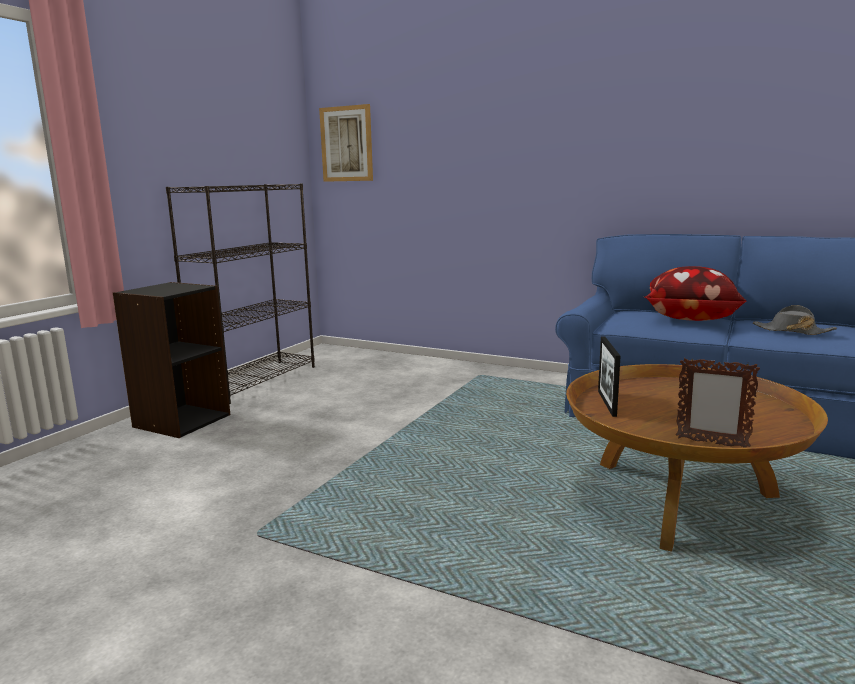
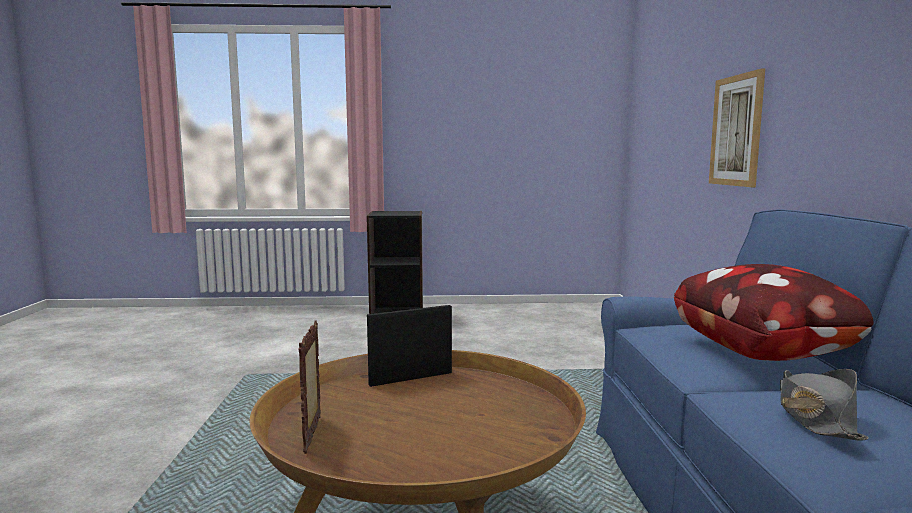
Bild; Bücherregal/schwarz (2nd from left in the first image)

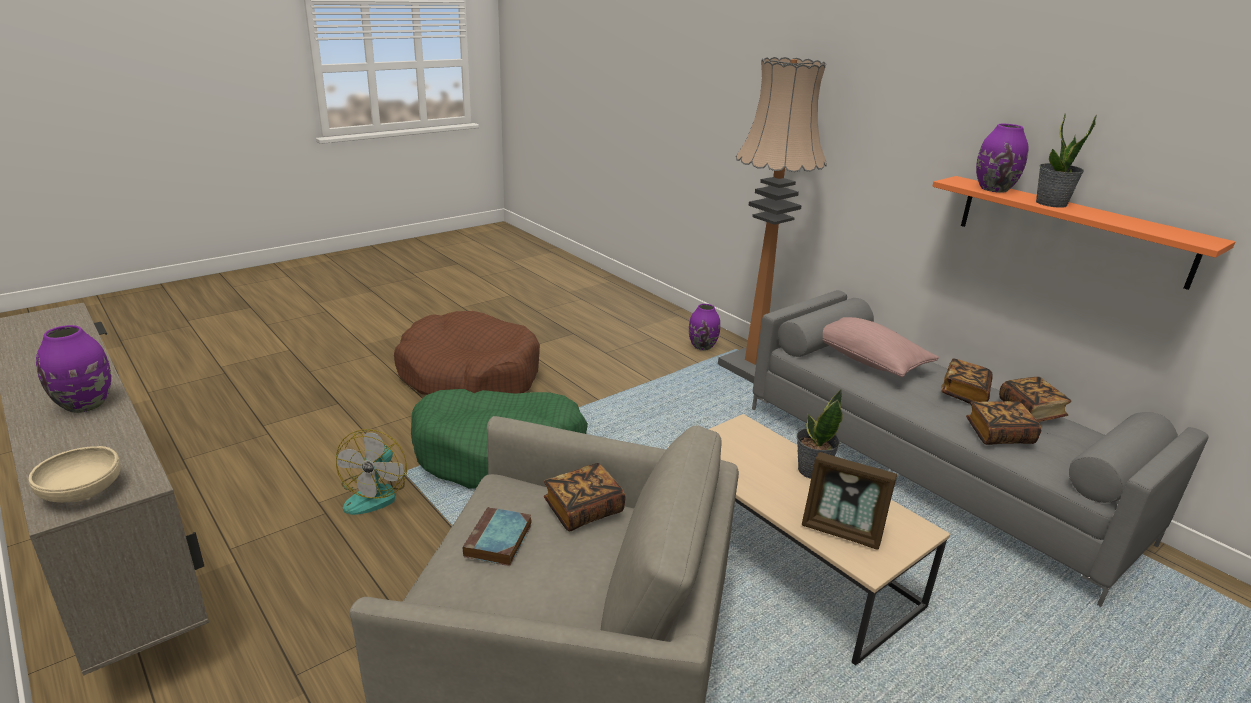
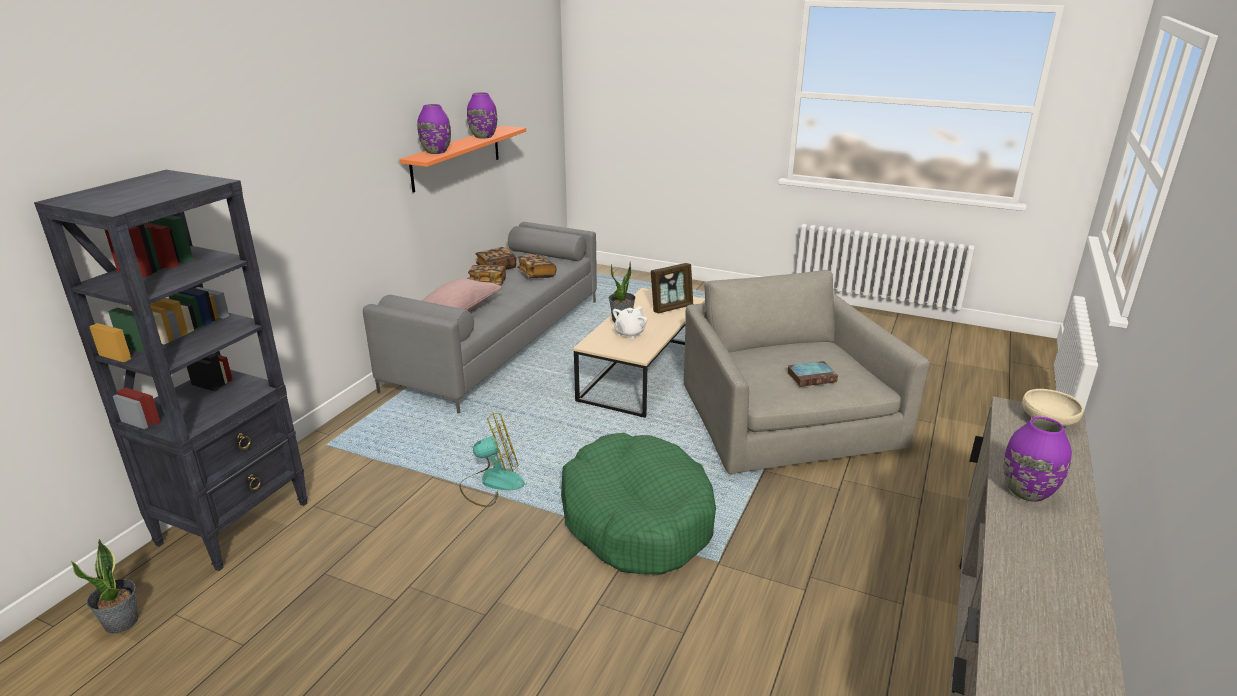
Stehlampe; Topfpflanze (1st from left); Vase/lila (2nd from left); Hundebett/braun; Ventilator; Bilderrahmen; Buch (2nd from left in the first image); Bücherregal/schwarz; Teekanne/weiß

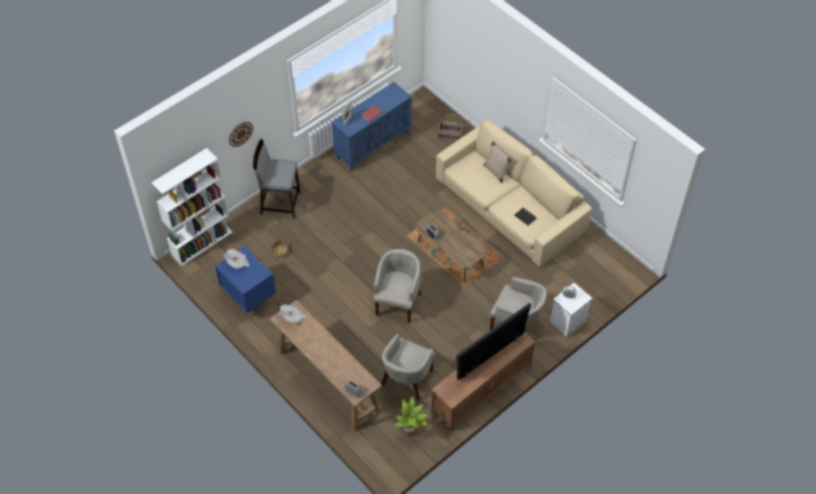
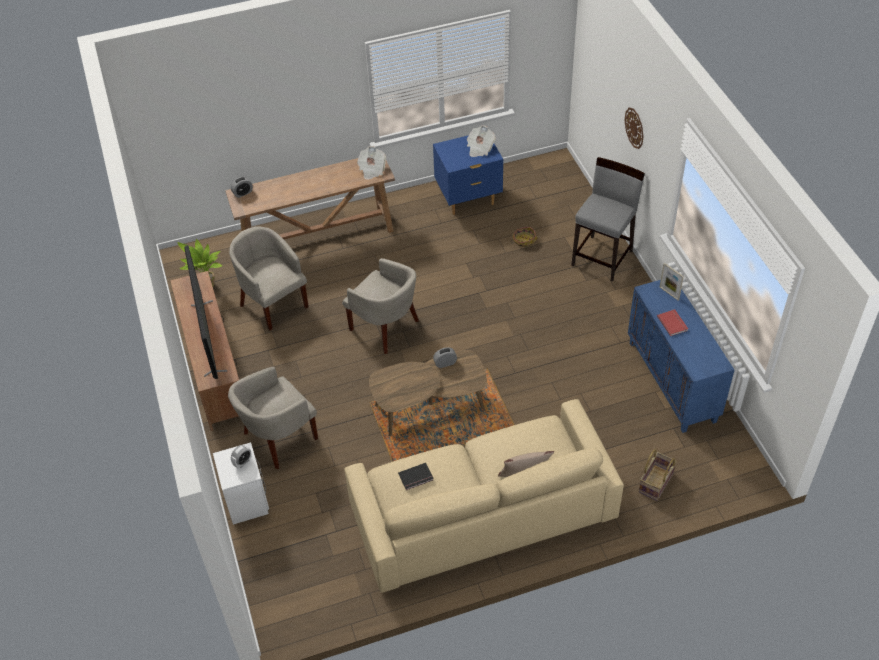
Bücherregal/weiß

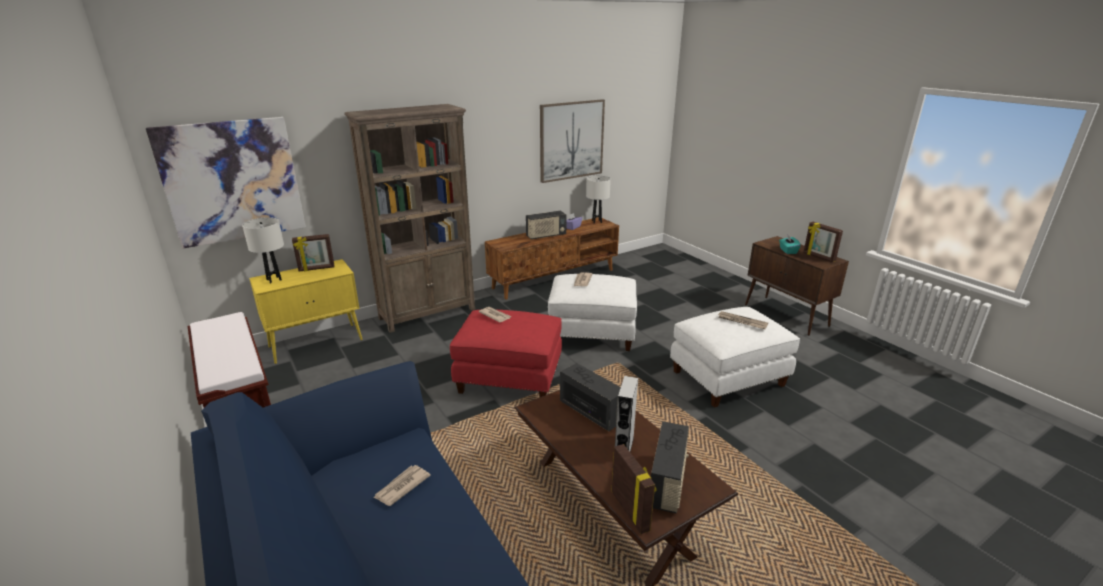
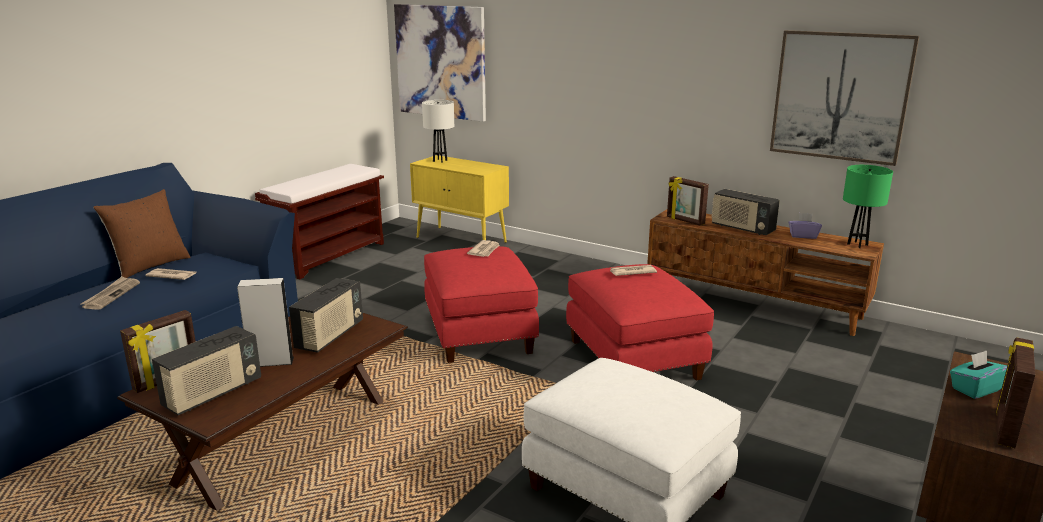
Bücherregal/braun; Tischlampe/grün; Bilderrahmen (2nd from left); Polsterhocker/rot (2nd from left); Zeitung (1st from left); Radio (1st from left); Kissen/braun

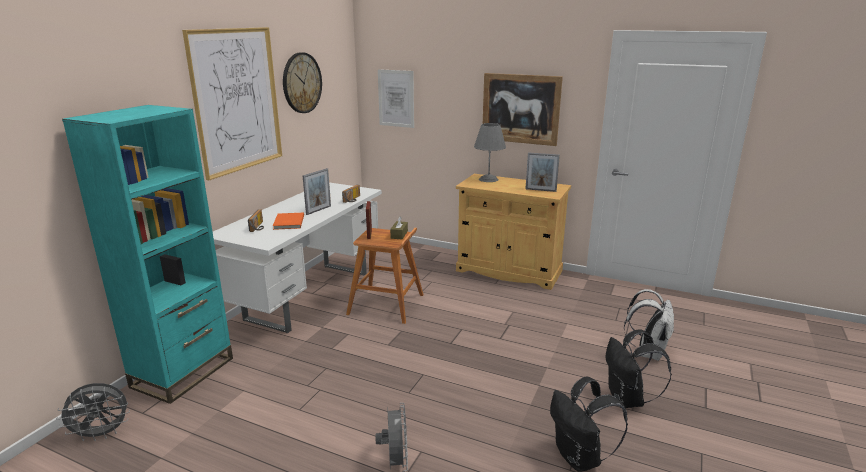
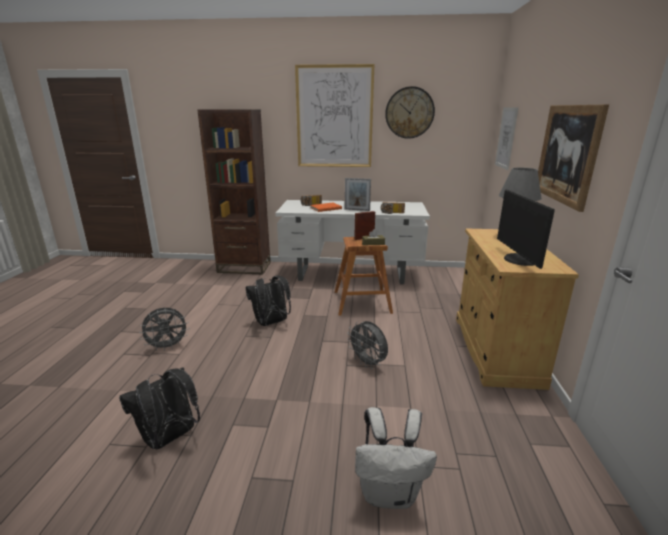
Bücherregal/braun; Monitor; Rucksack/schwarz (2nd from left); Ventilator/grau (2nd from left)

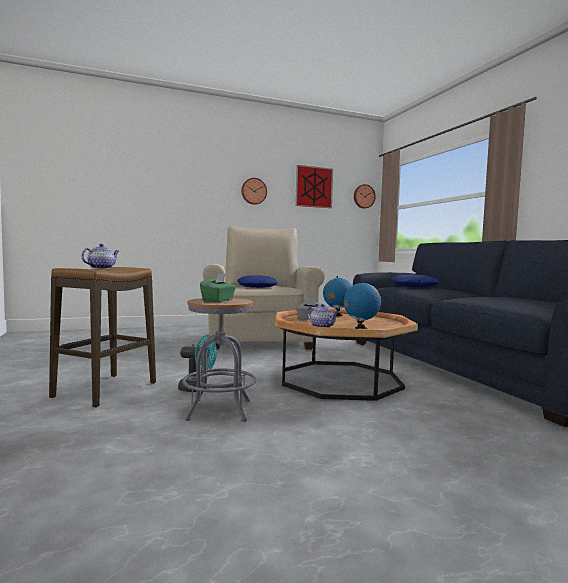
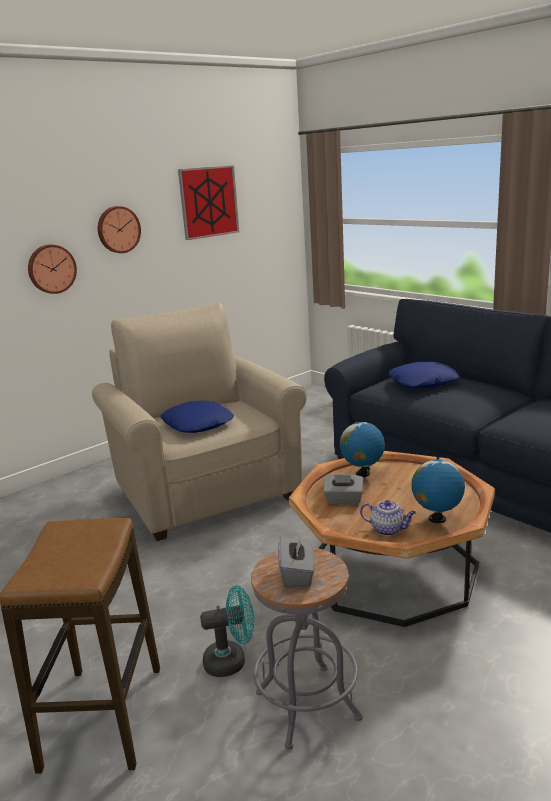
Wanduhr (1st from left); Teekanne (1st from left in the first image); Taschentuchbox/grau (1st from left)

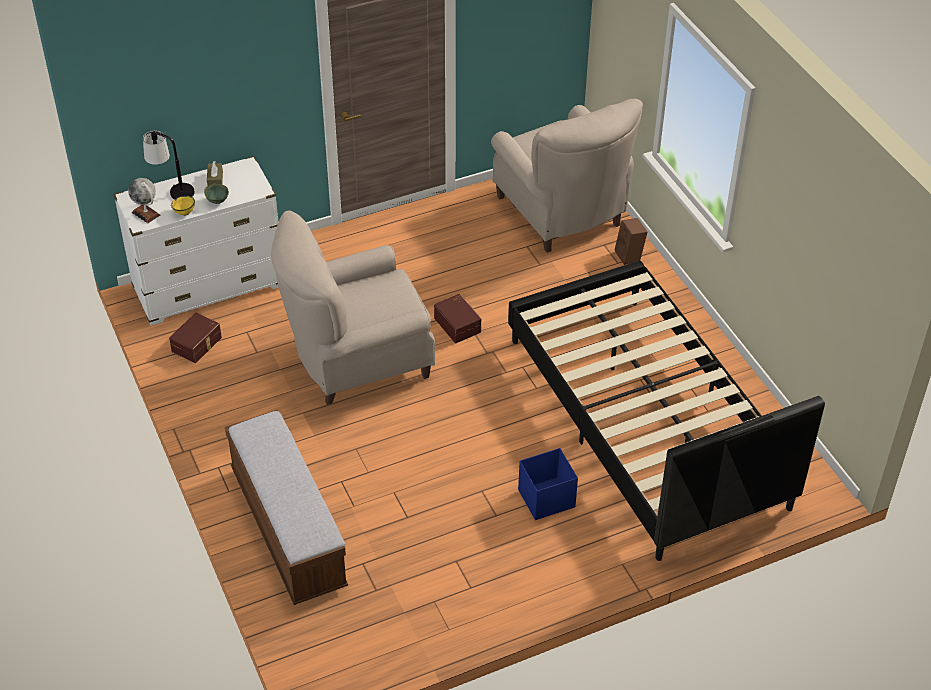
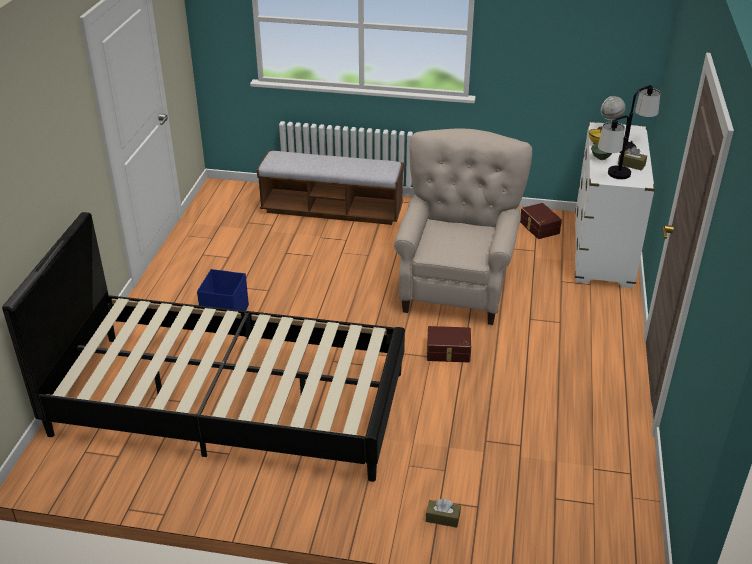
Sessel/beige (2nd from left in the first image); Taschentuchbox/braun (1st from left); Tischlampe (1st from left)

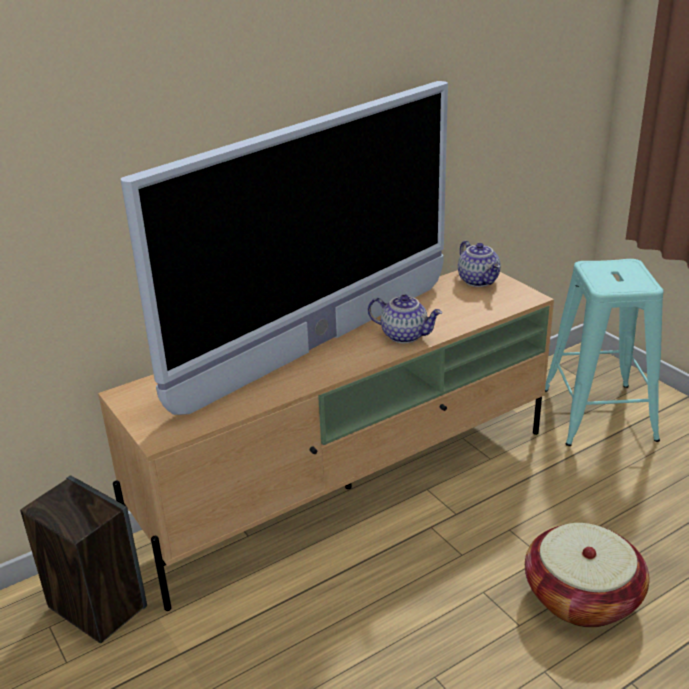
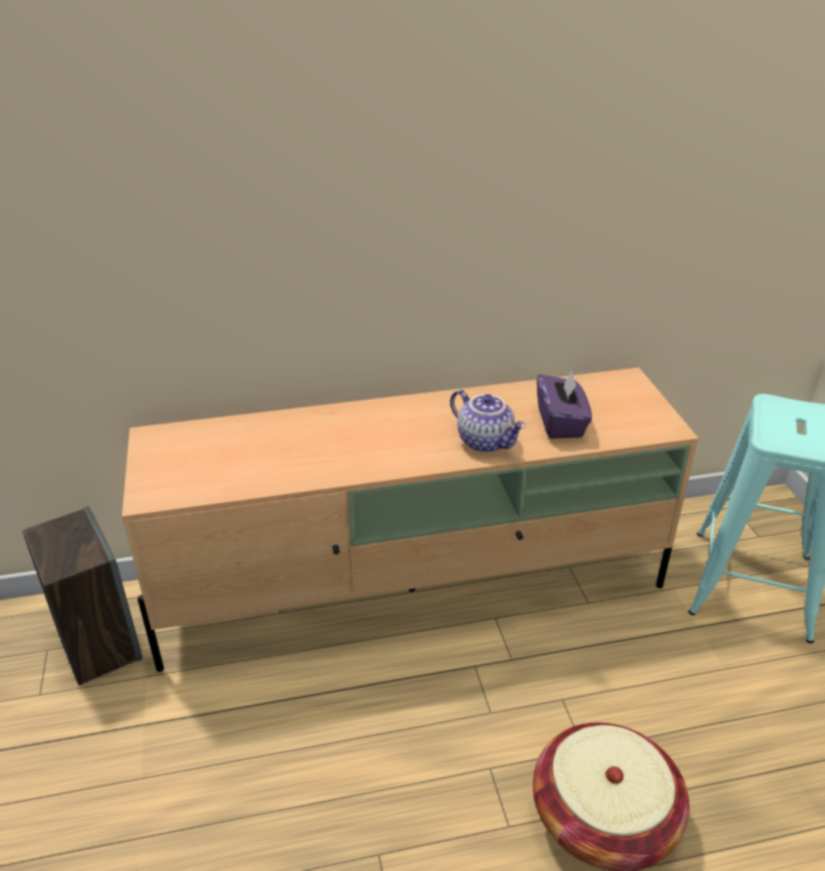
Fernseher; Teekanne (2nd from left in the first image); Taschentuchbox/lila

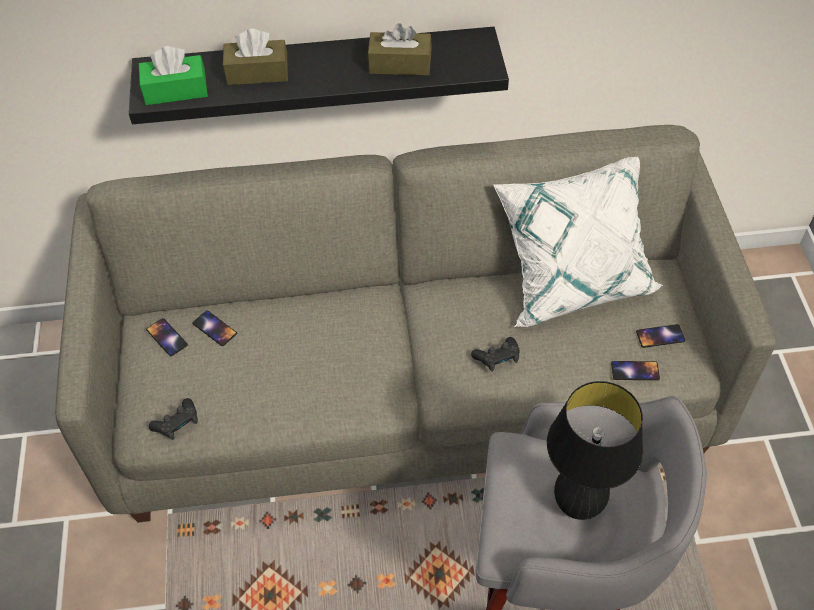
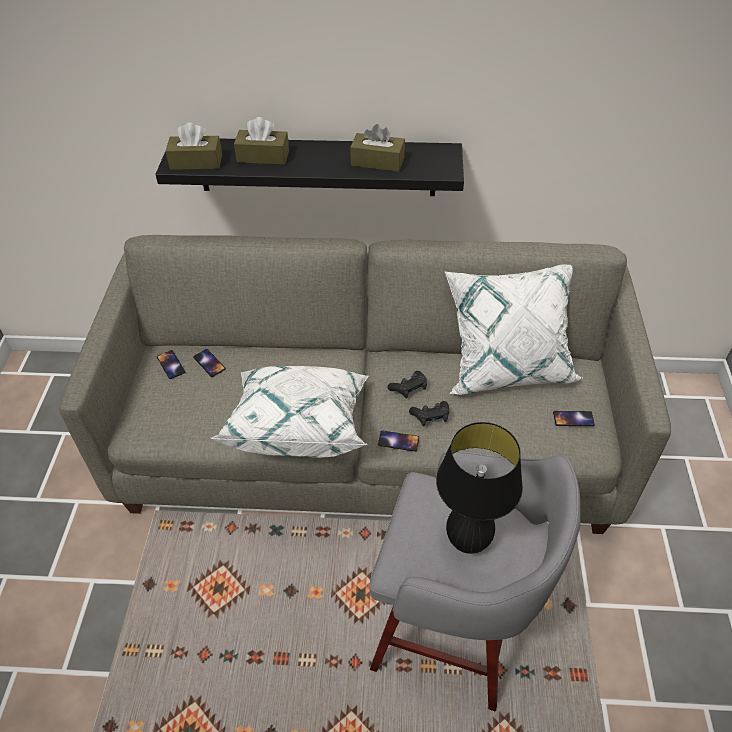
Taschentuchbox/braun (1st from left); Handy (3rd from left); Gamepad/schwarz (1st from left); Kissen/weiß (1st from left)

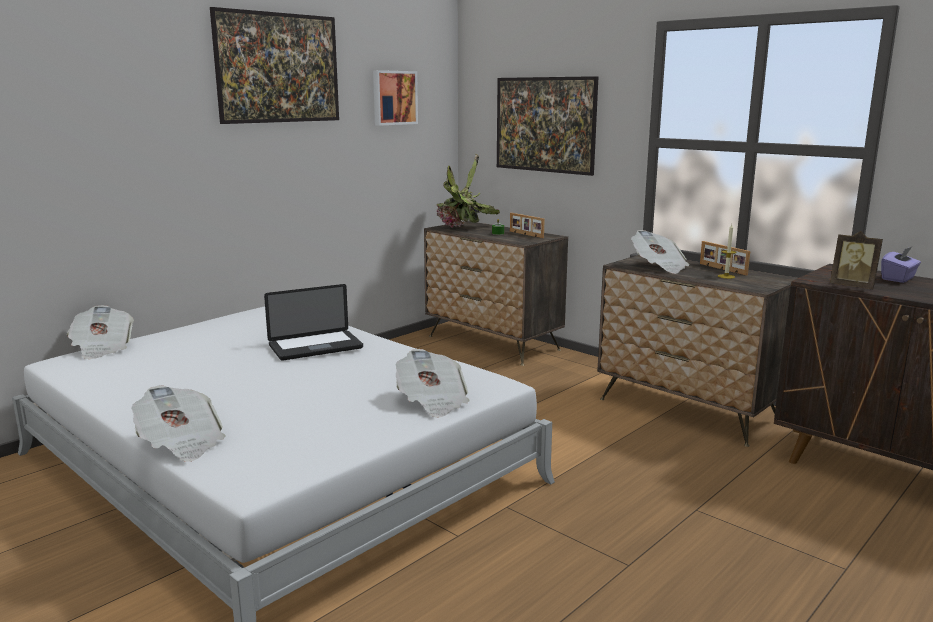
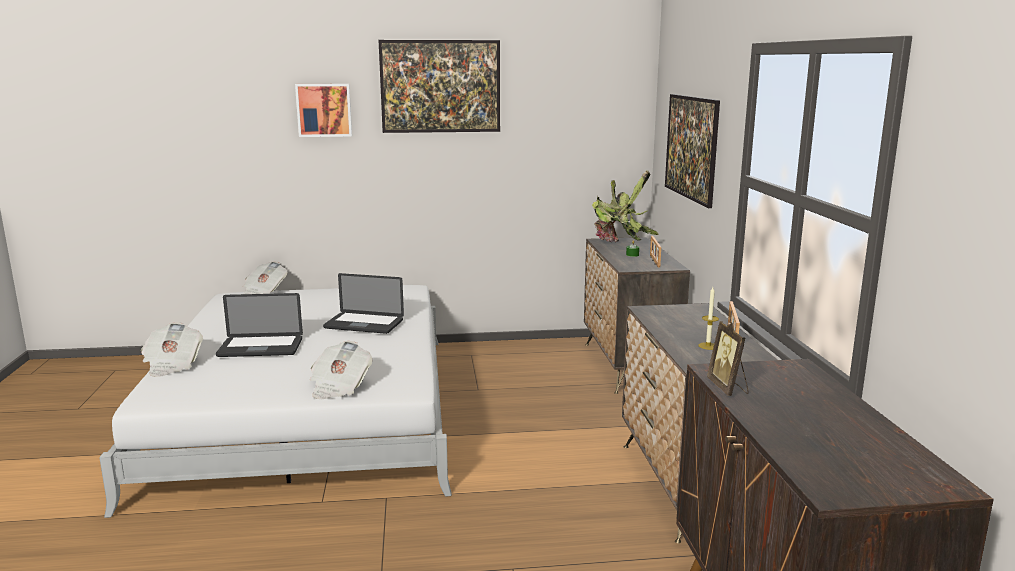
Bild (1st from left); Zeitung (4th from left in the first image); Taschentuchbox/lila; Laptop (1st from left)

